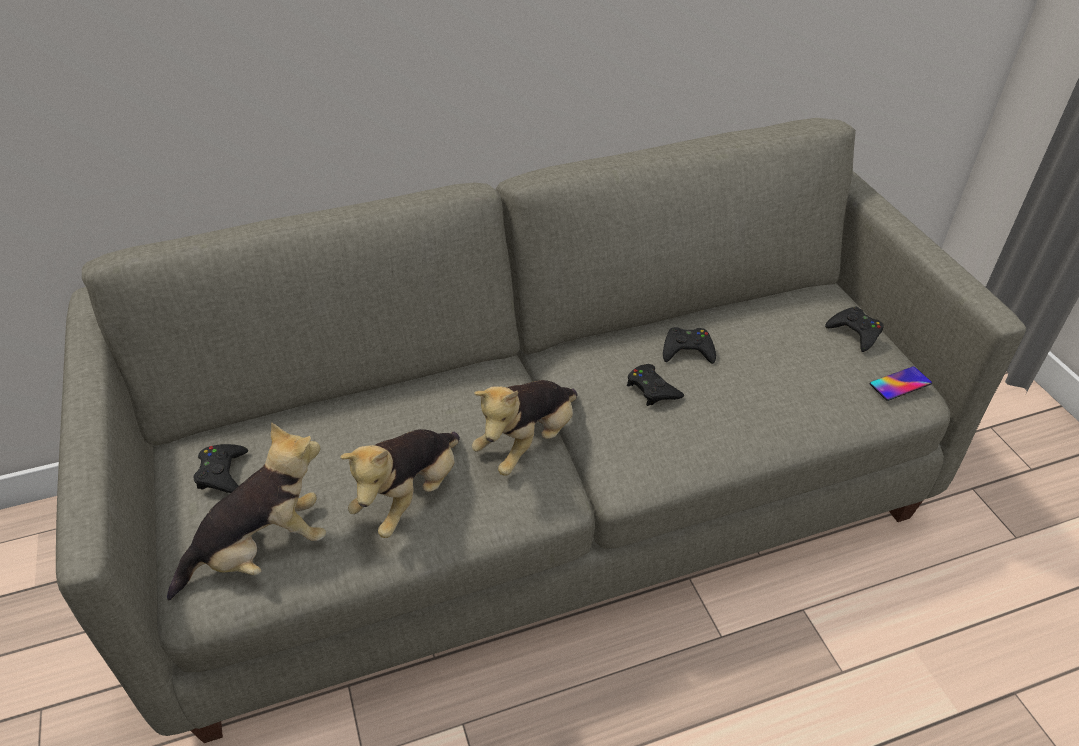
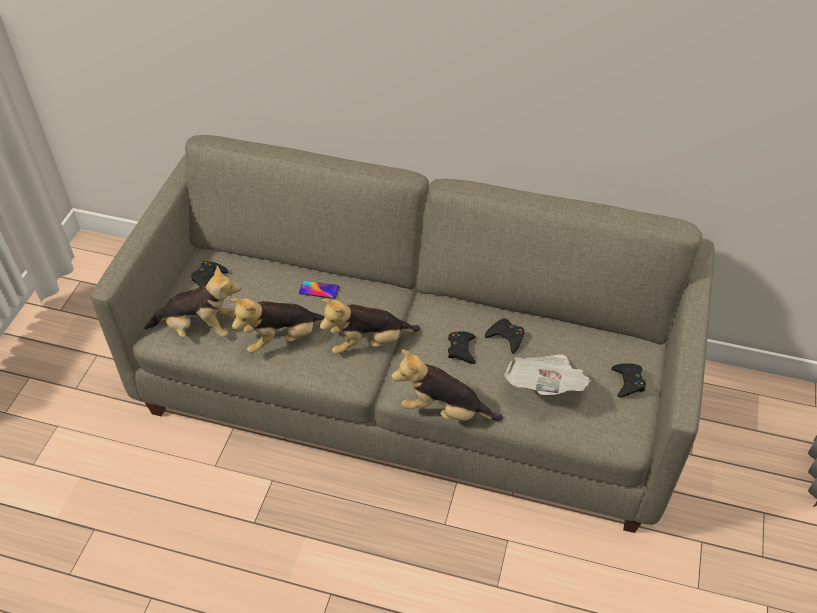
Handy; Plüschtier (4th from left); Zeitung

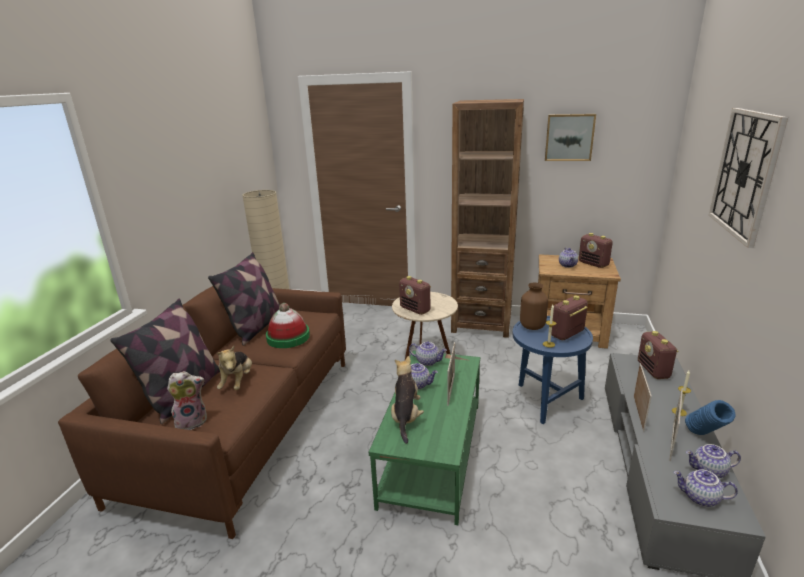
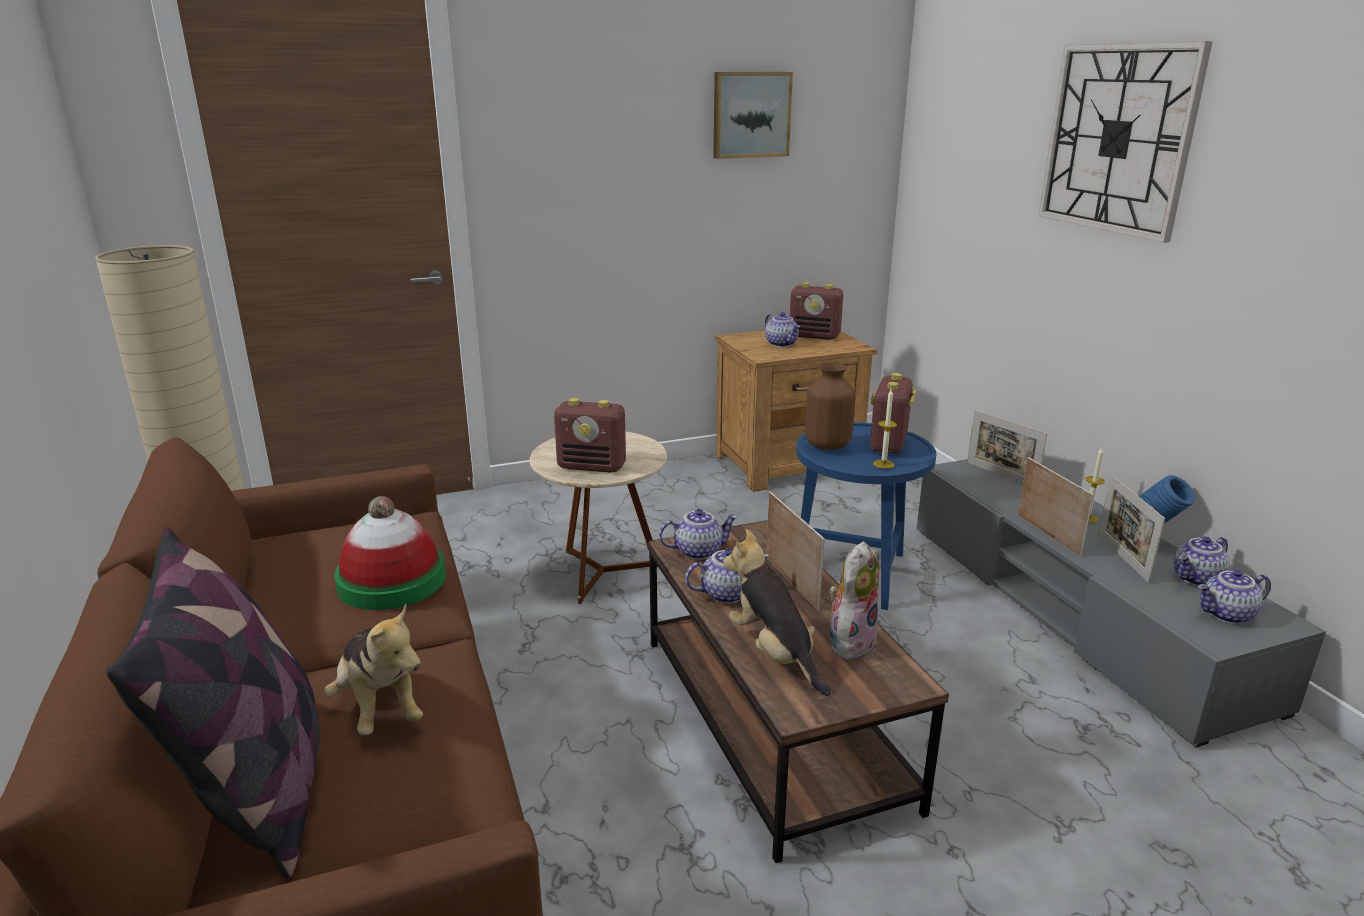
Bücherregal/braun; Kissen (2nd from left in the first image); Bilderrahmen (2nd from left); Couchtisch/braun; Plüschtier (3rd from left)

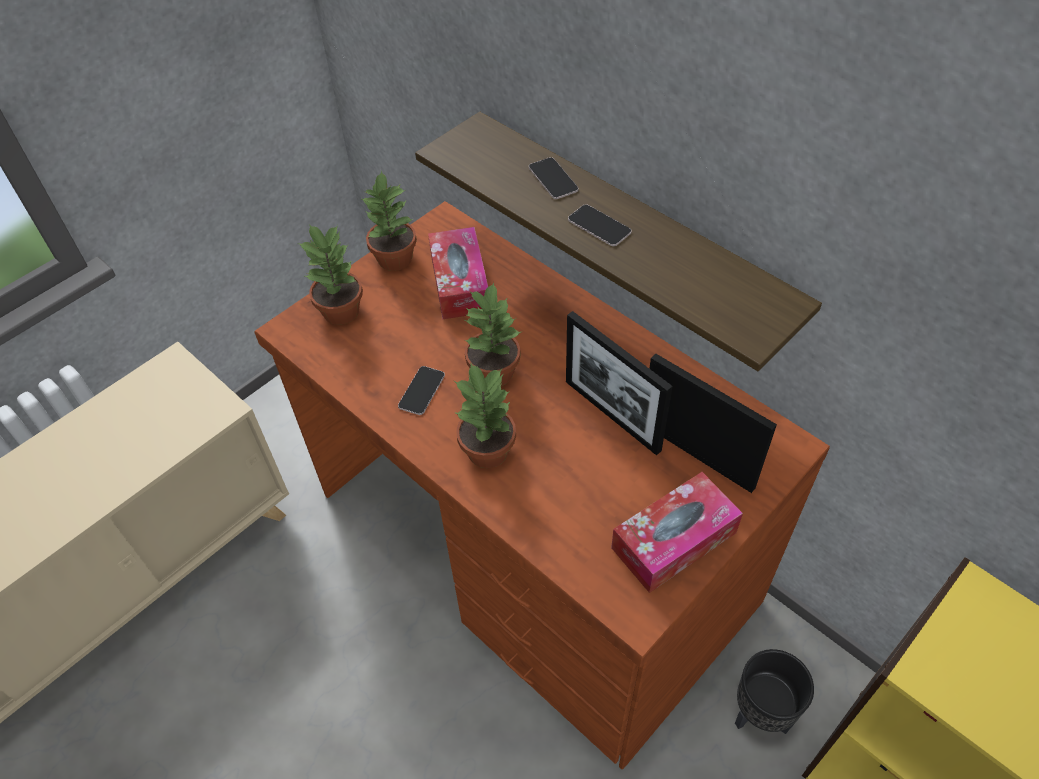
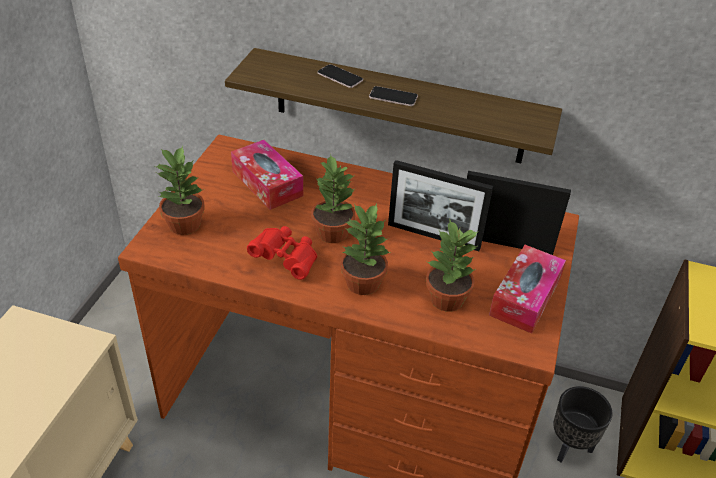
Topfpflanze (4th from left); Fernglas/rot

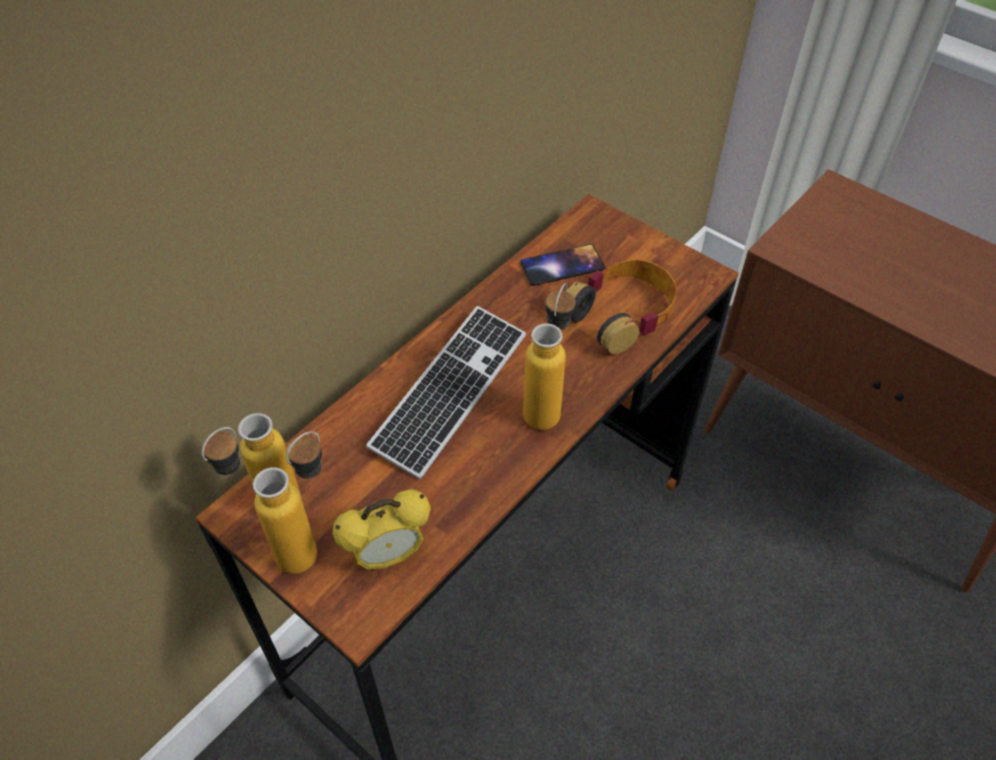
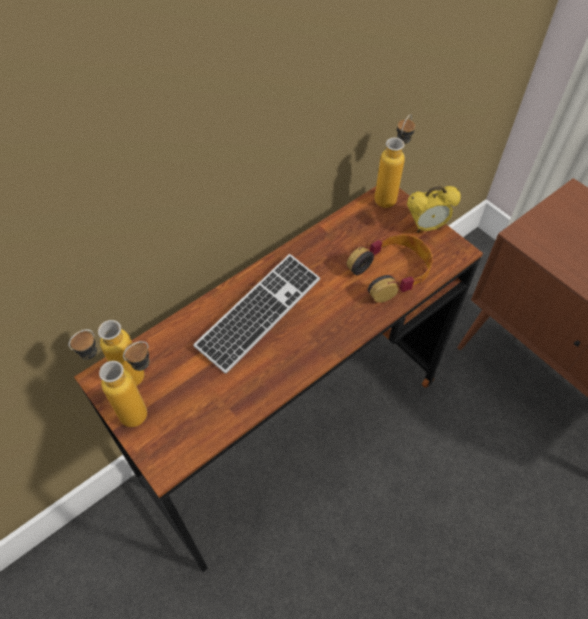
Handy; Flasche (3rd from left); Wecker

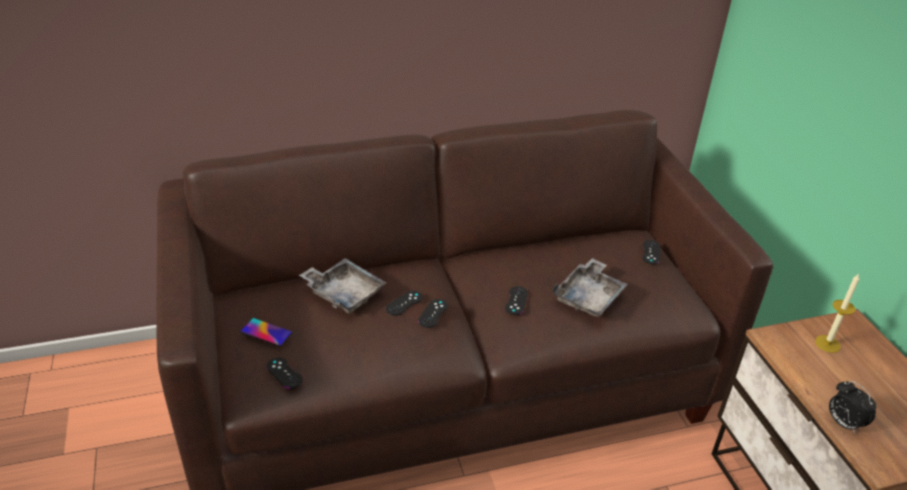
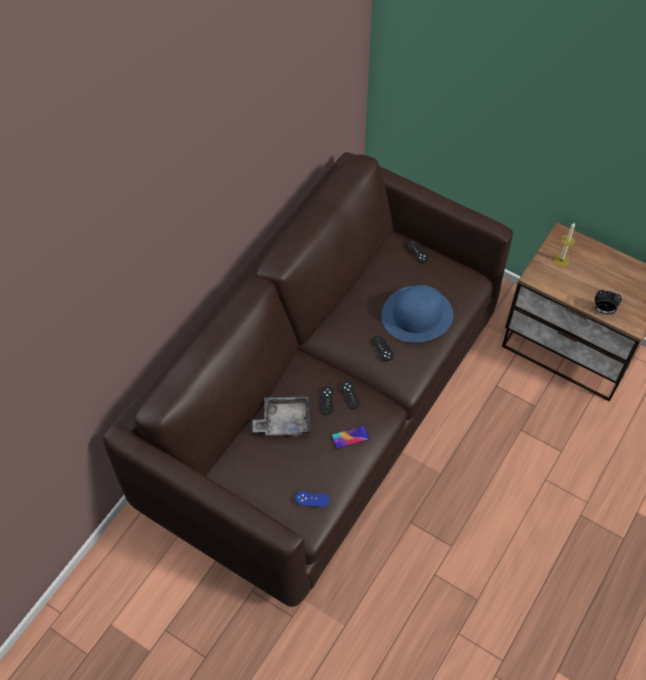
Hut/blau; Handy; Gamepad/blau

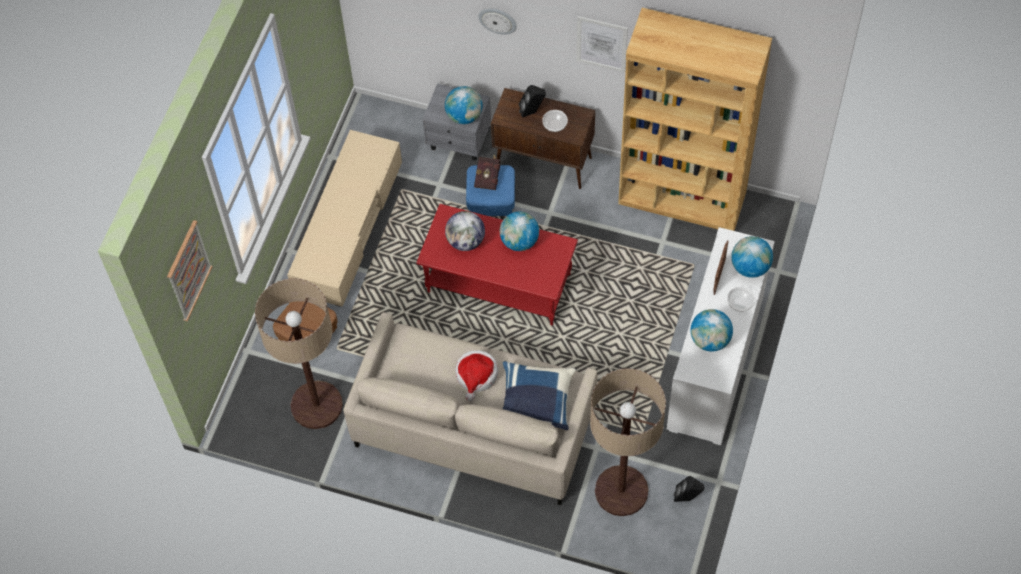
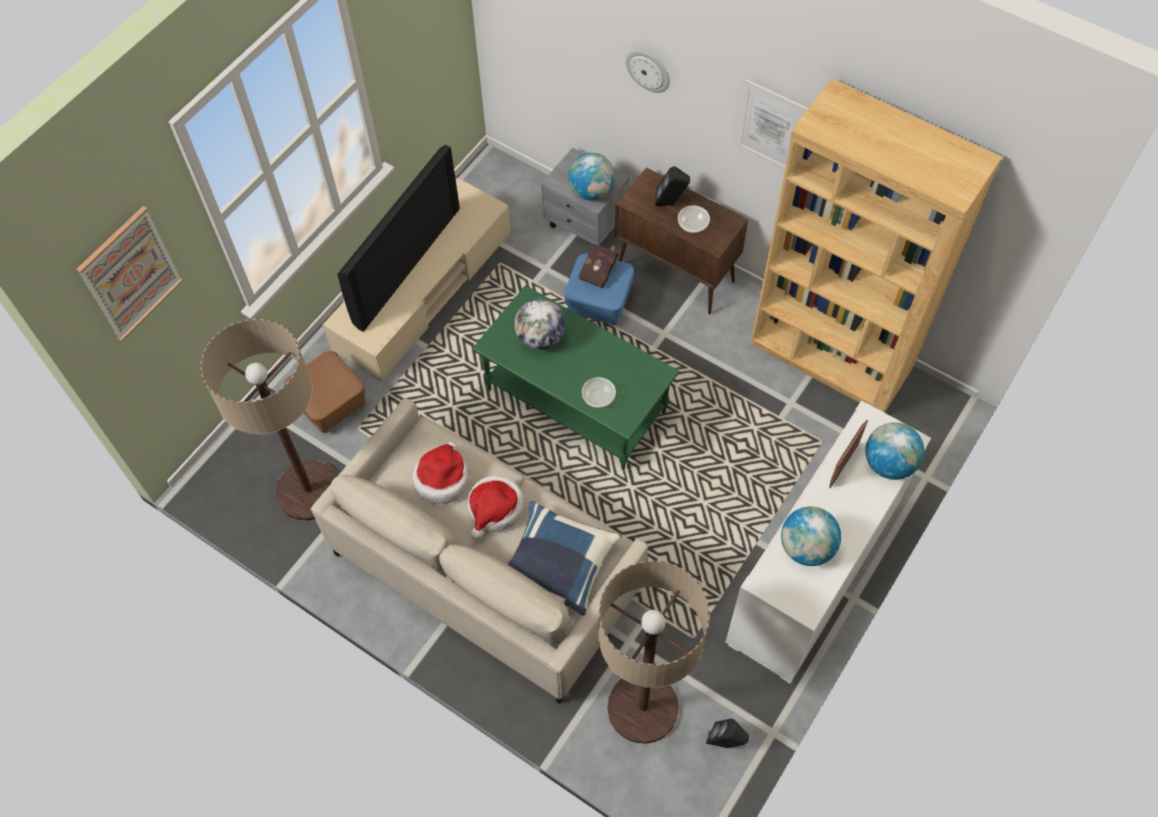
Couchtisch/grün; Globus (3rd from left in the first image); Schüssel (1st from left); Fernseher; Hut (1st from left)

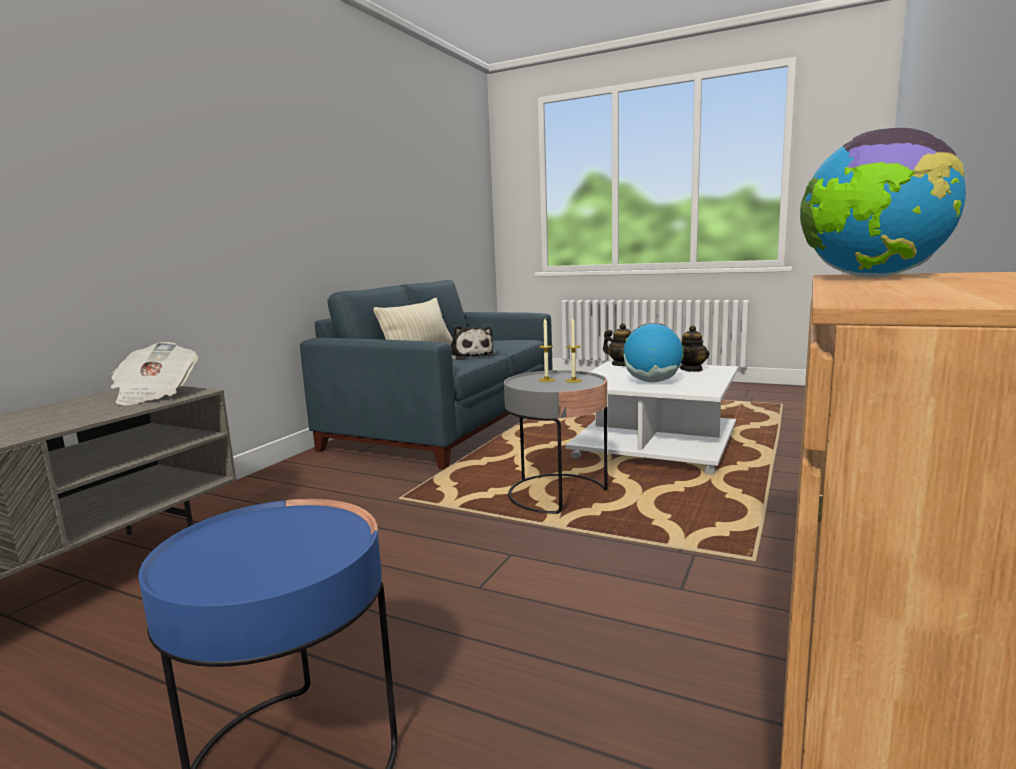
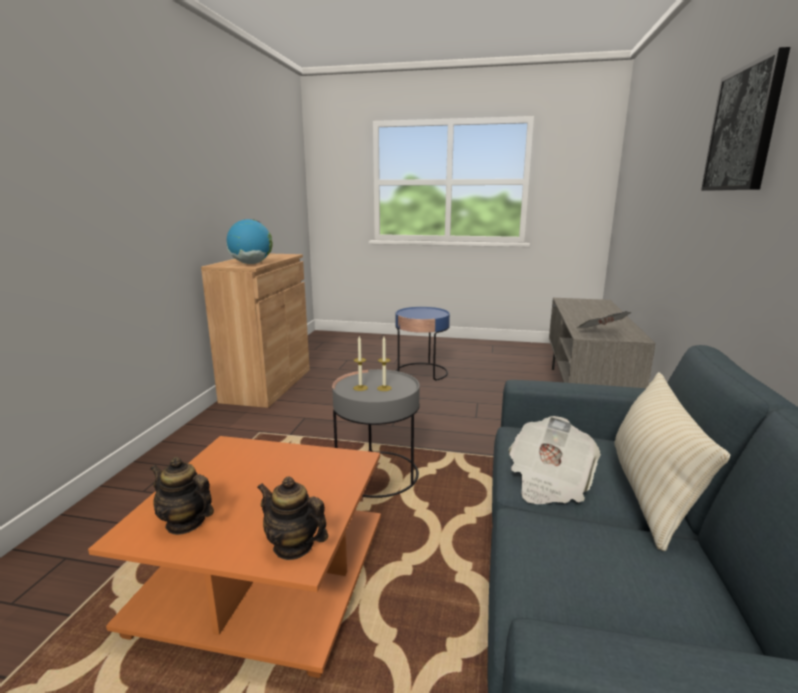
Globus (1st from left in the first image); Zeitung (1st from left); Teekanne (1st from left); Couchtisch/orange; Bild

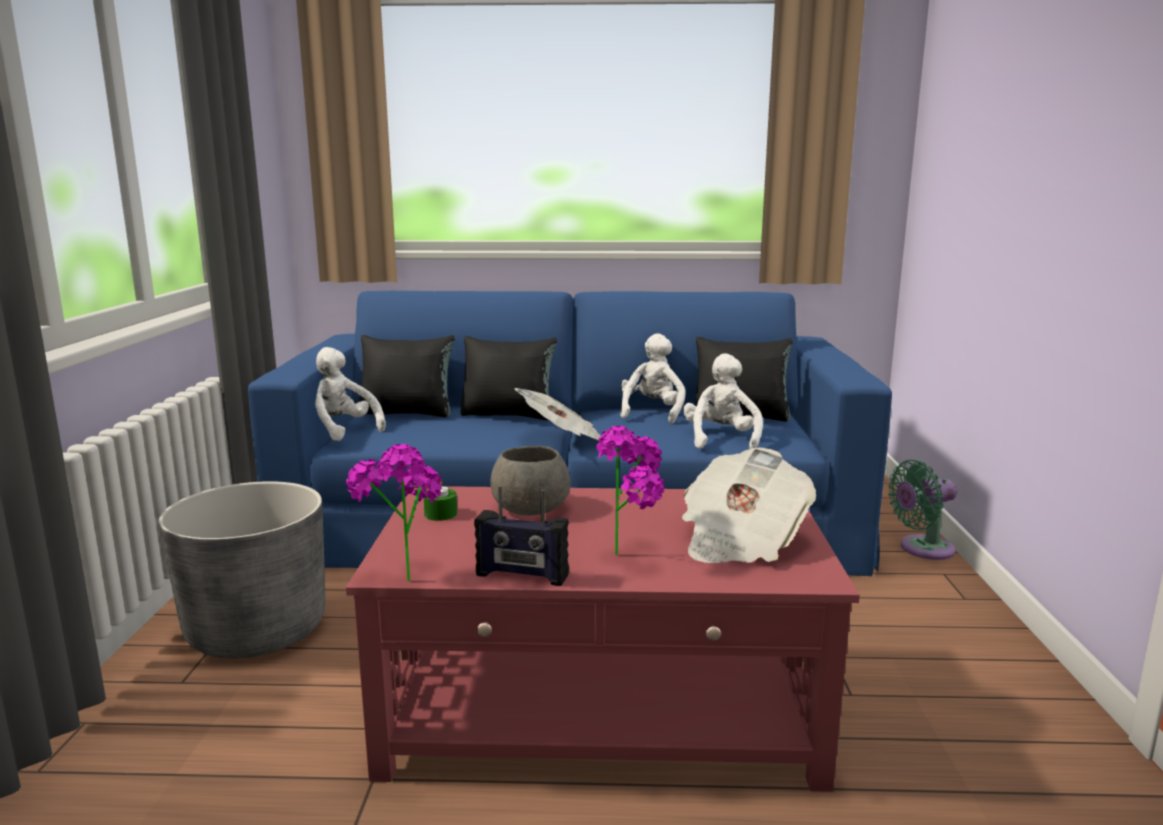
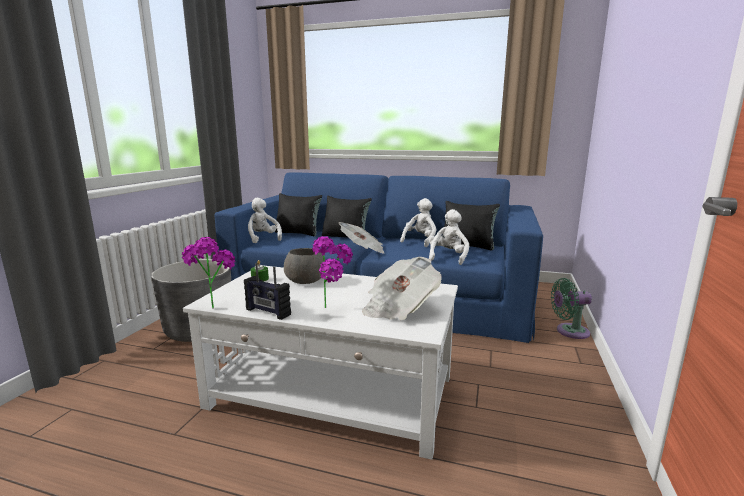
Couchtisch/weiß

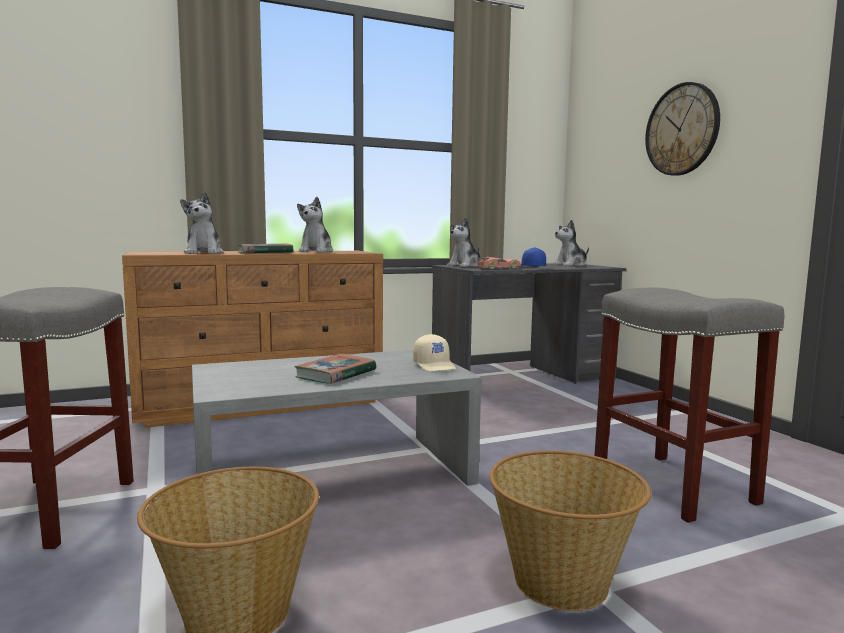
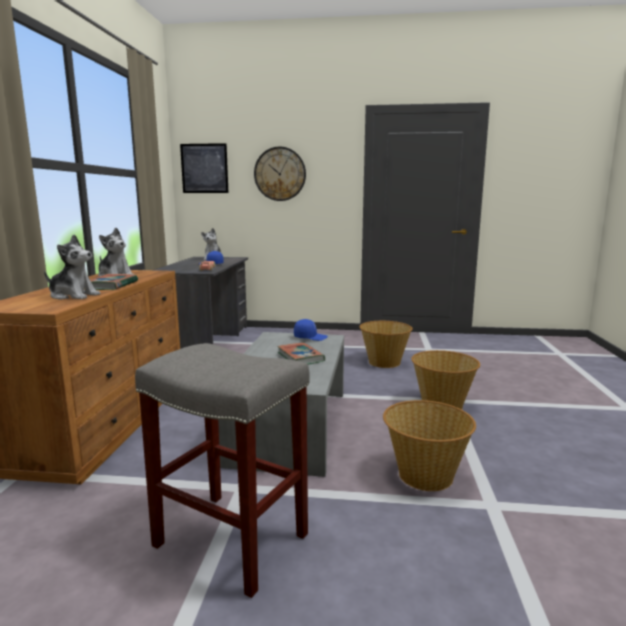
Plüschtier (3rd from left in the first image); Korb (1st from left); Kappe/blau (2nd from left); Bild

